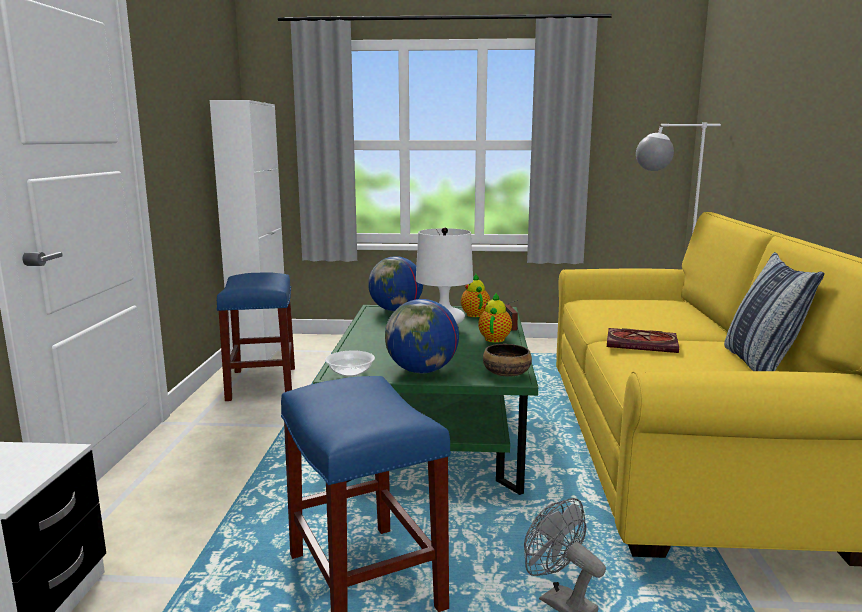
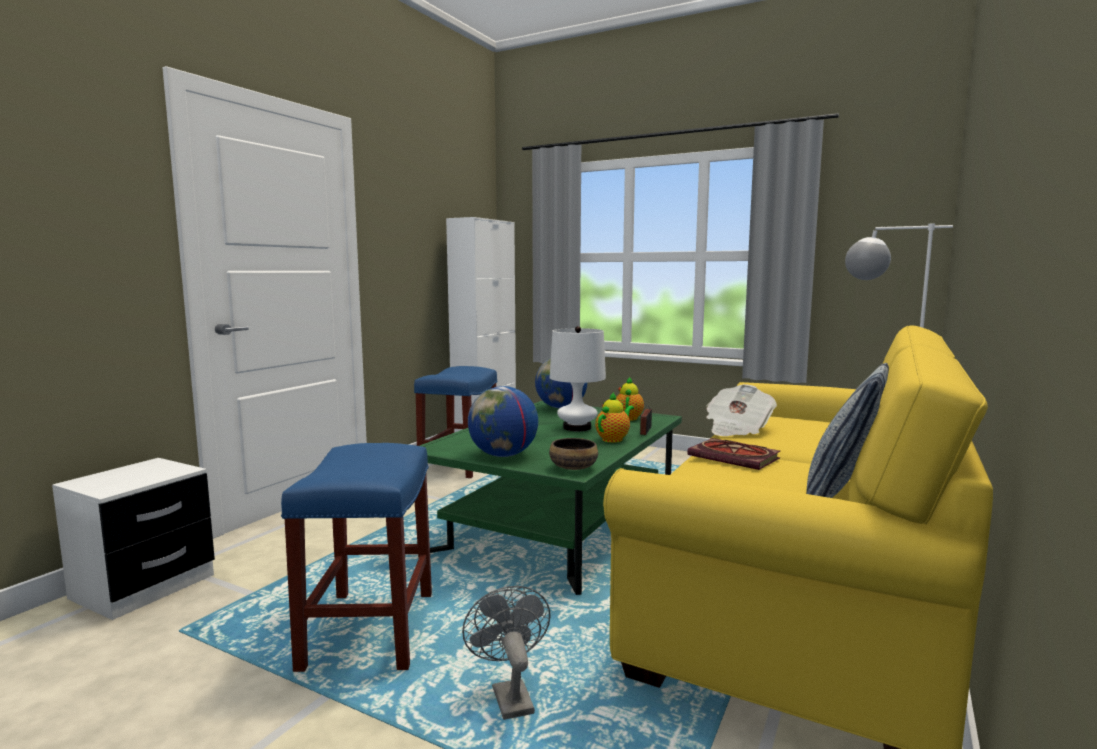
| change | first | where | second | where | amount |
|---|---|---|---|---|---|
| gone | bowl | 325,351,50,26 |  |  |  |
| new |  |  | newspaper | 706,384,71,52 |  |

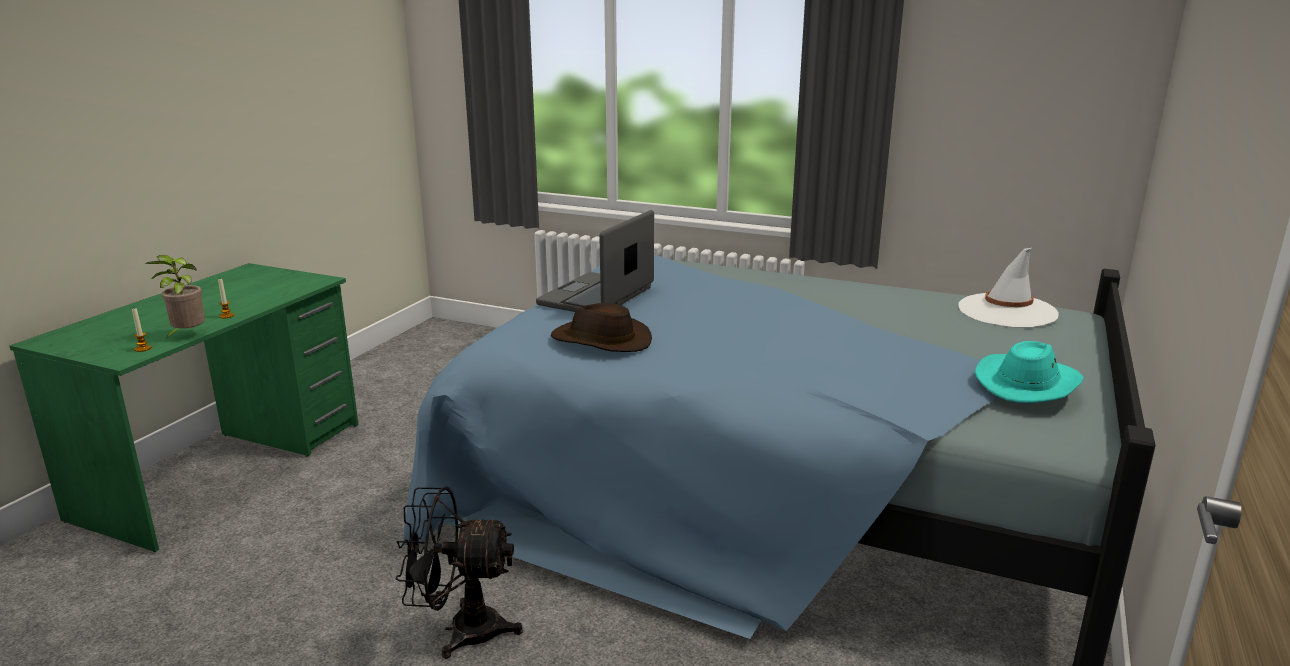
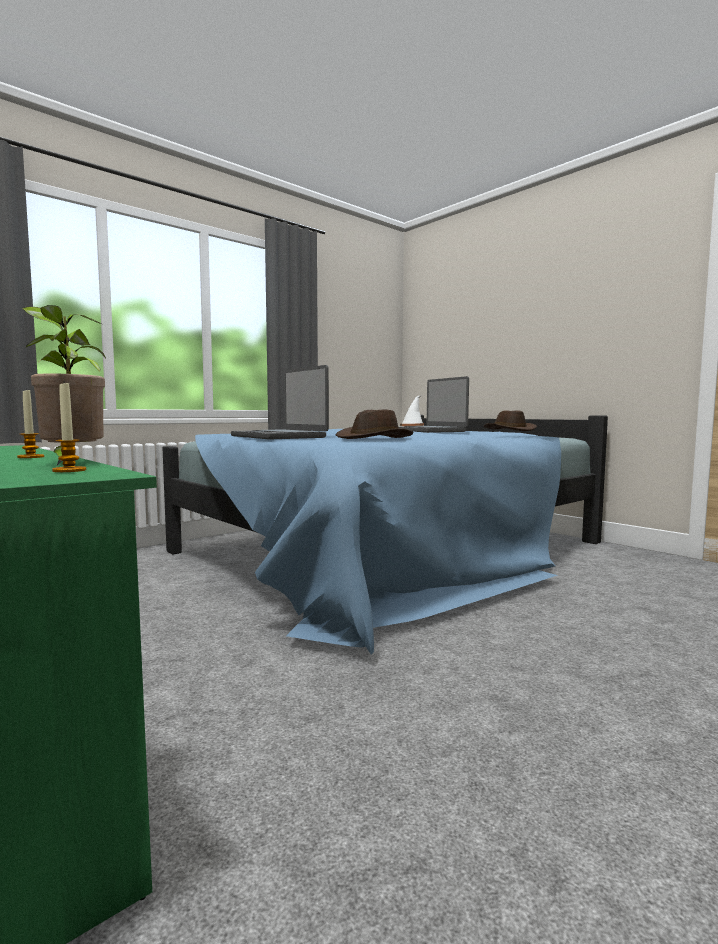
| change | first | where | second | where | amount |
|---|---|---|---|---|---|
| repainted | hat (turquoise) | 975,341,109,62 | hat (brown) | 484,410,53,21 |  |
| gone | fan (black) | 396,486,127,173 |  |  |  |
| new |  |  | laptop | 398,376,71,57 |  |

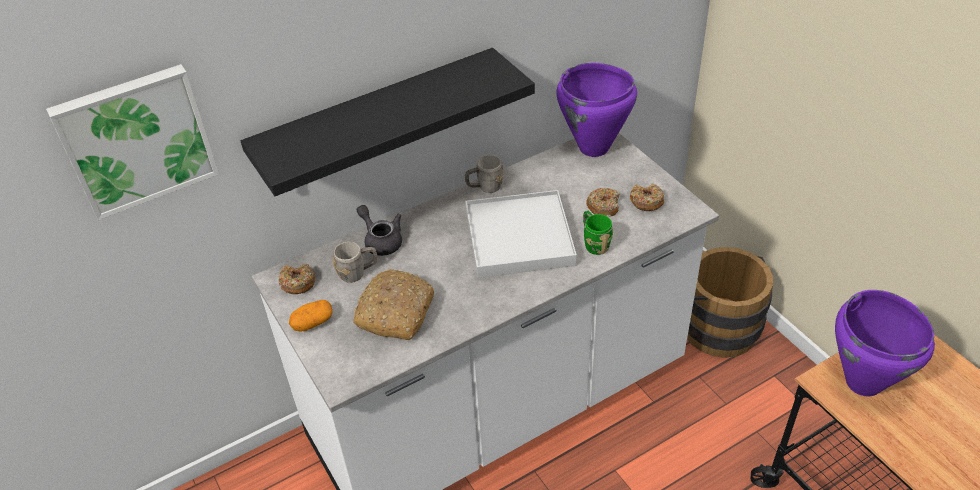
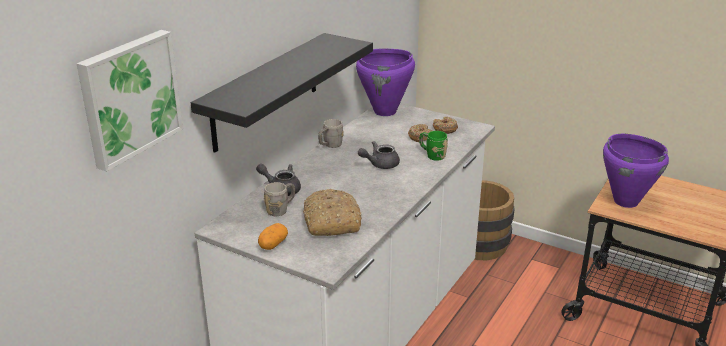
| change | first | where | second | where | amount |
|---|---|---|---|---|---|
| swapped | tray (white) | 465,190,112,88 | teapot (grey) | 358,141,42,28 |  |
| gone | donut | 279,264,36,30 |  |  |  |

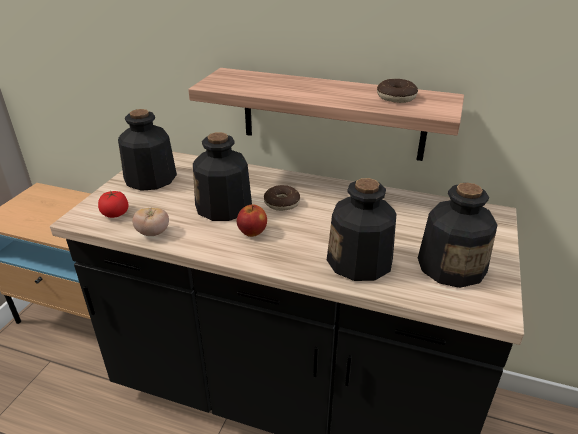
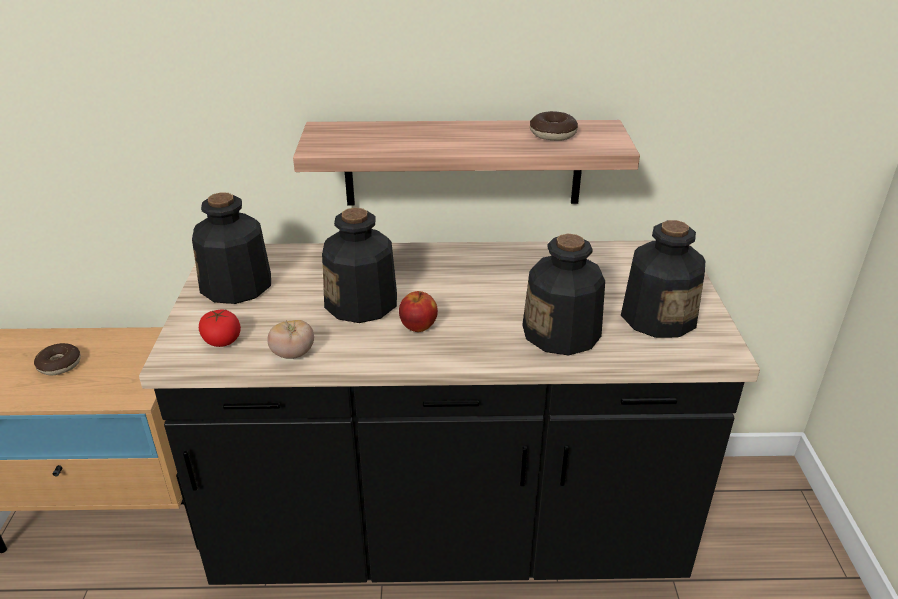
| change | first | where | second | where | amount |
|---|---|---|---|---|---|
| shifted | donut | 264,185,36,26 |  | 34,343,47,33 |  |

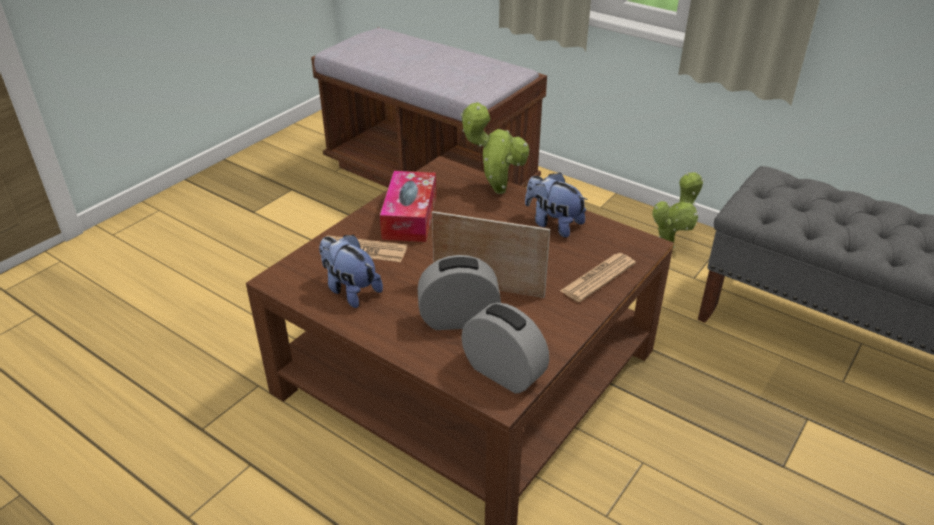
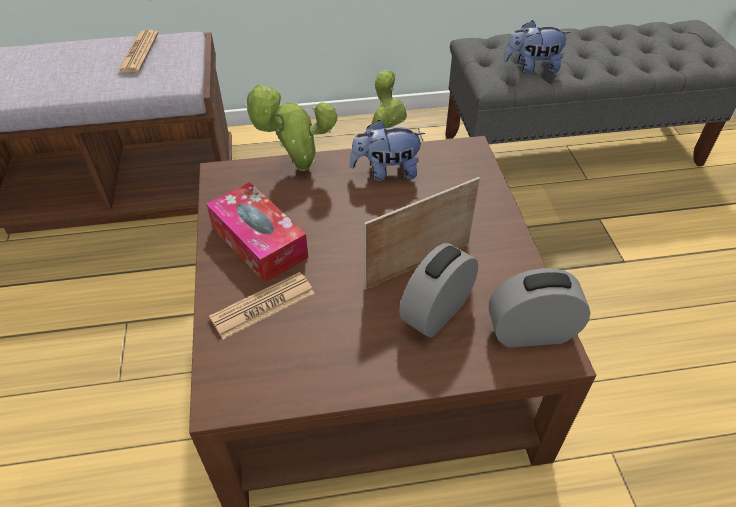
| change | first | where | second | where | amount |
|---|---|---|---|---|---|
| shifted | plush toy | 319,235,64,73 |  | 504,20,67,54 |  |
| shifted | newspaper | 560,253,76,49 |  | 118,30,40,43 |  |

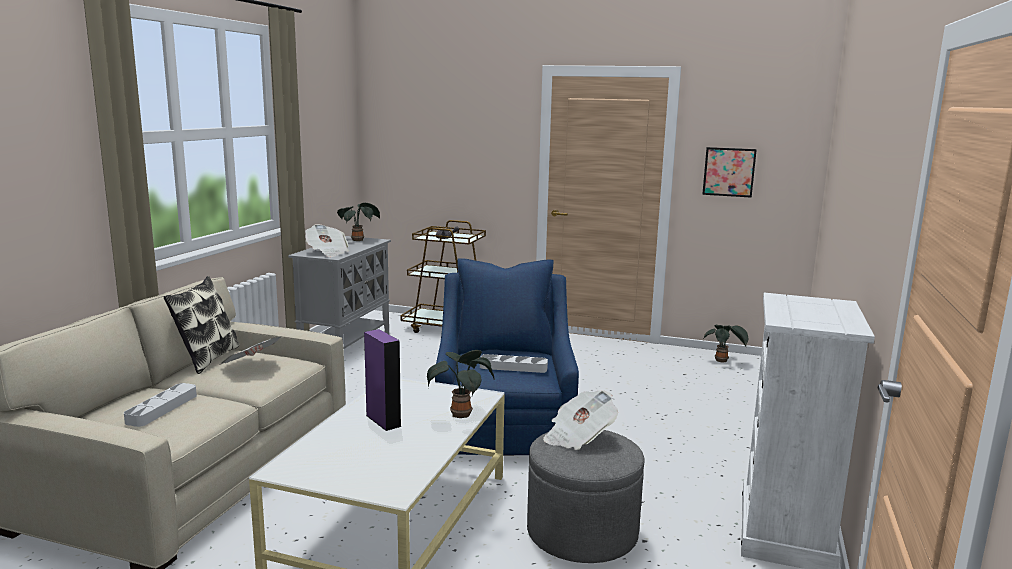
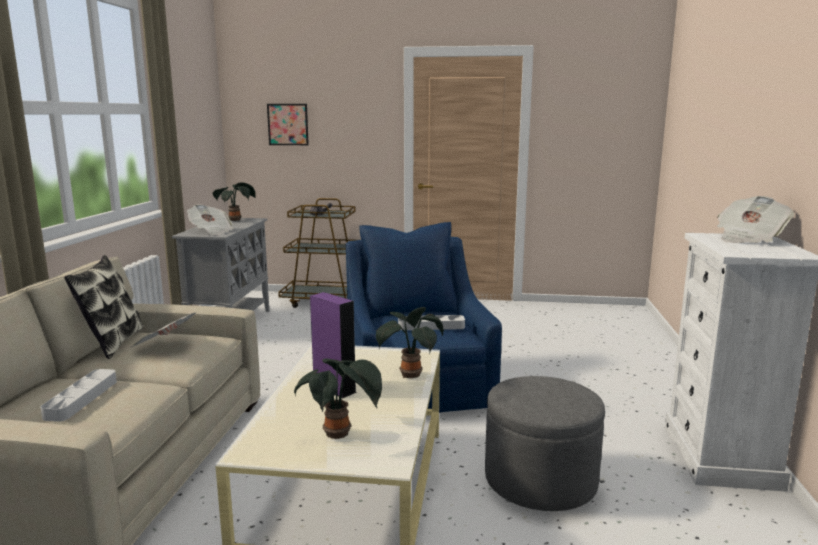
| change | first | where | second | where | amount |
|---|---|---|---|---|---|
| shifted | picture | 702,147,55,51 |  | 267,104,42,41 |  |
| shifted | potted plant | 703,325,45,37 |  | 294,359,88,80 |  |
| shifted | newspaper | 543,390,75,60 |  | 717,196,77,47 |  |

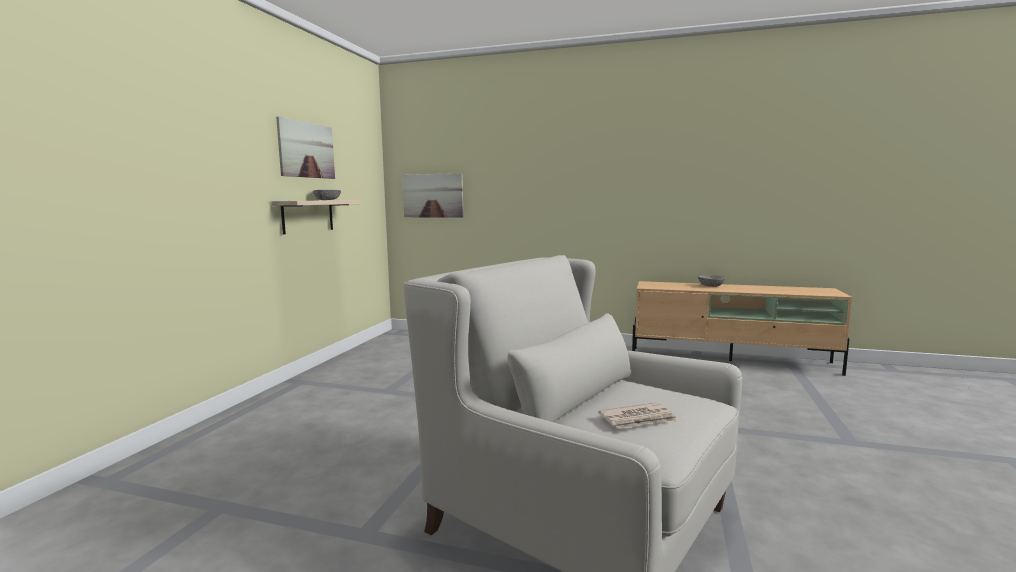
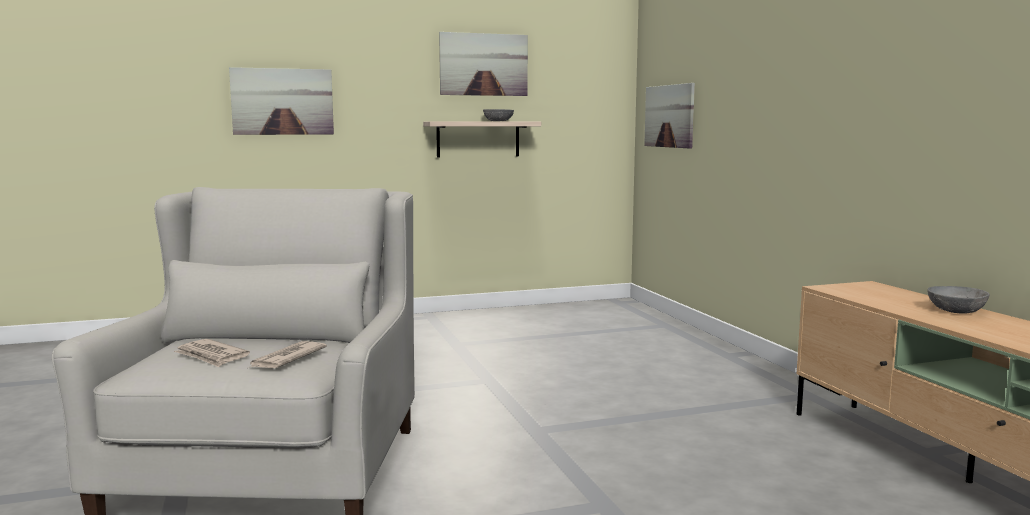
| change | first | where | second | where | amount |
|---|---|---|---|---|---|
| new |  |  | picture | 229,67,105,68 |  |
| new |  |  | newspaper | 250,341,77,27 |  |

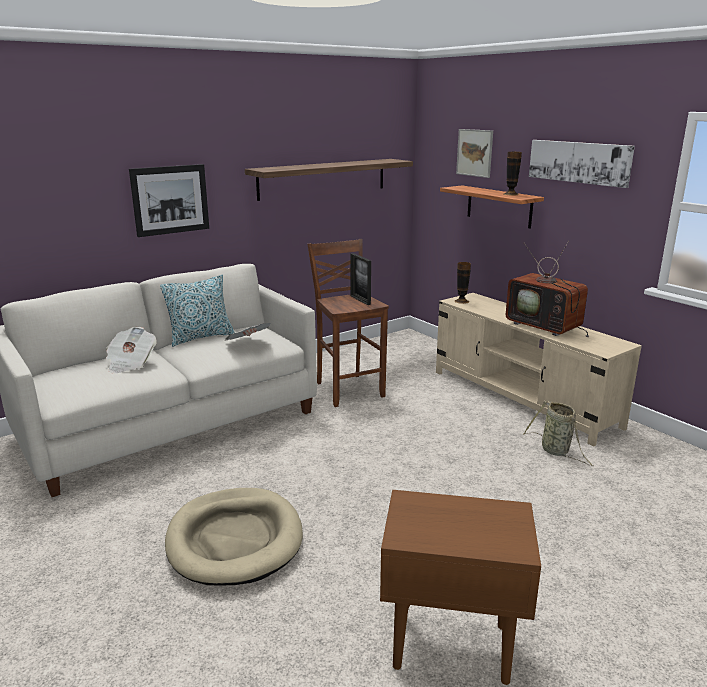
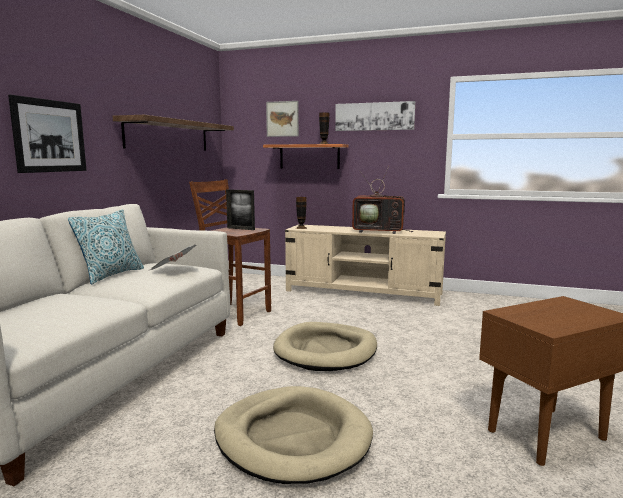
| change | first | where | second | where | amount |
|---|---|---|---|---|---|
| gone | newspaper | 106,327,51,46 |  |  |  |
| gone | basket | 523,401,70,65 |  |  |  |
| new |  |  | dog bed (beige) | 273,322,104,49 |  |

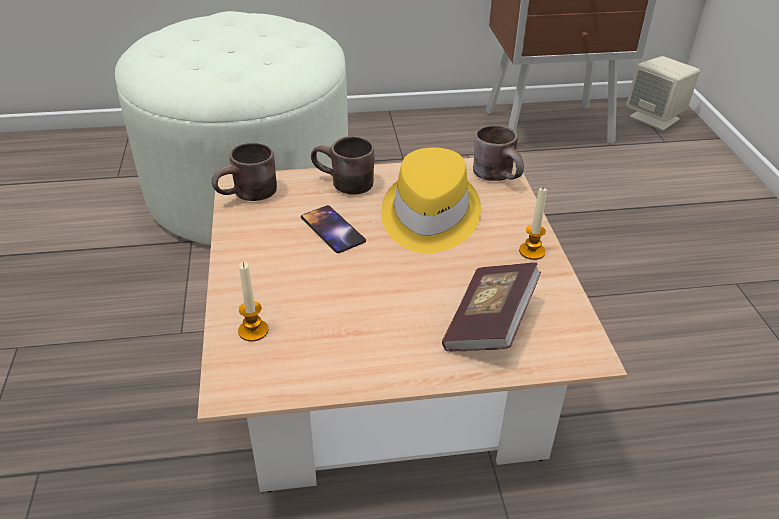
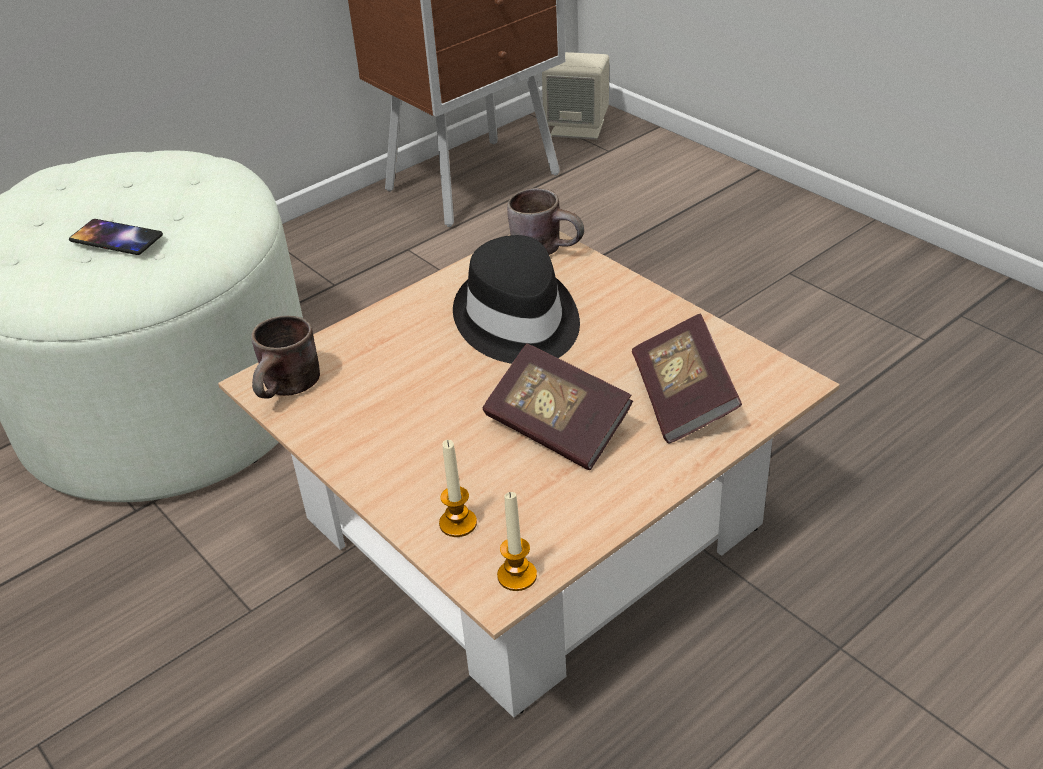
| change | first | where | second | where | amount |
|---|---|---|---|---|---|
| gone | mug (brown) | 311,136,64,59 |  |  |  |
| repainted | hat (yellow) | 381,148,100,105 | hat (black) | 453,235,127,129 |  |
| shifted | candle | 519,188,28,72 |  | 497,492,40,99 |  |
| shifted | phone | 301,205,65,48 |  | 69,219,94,36 |  |
| new |  |  | book | 483,344,150,126 |  |

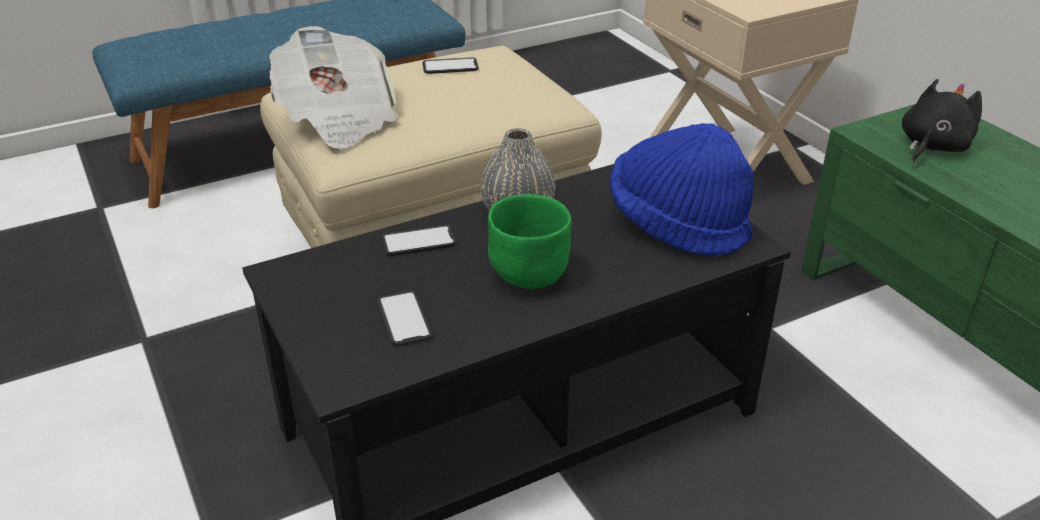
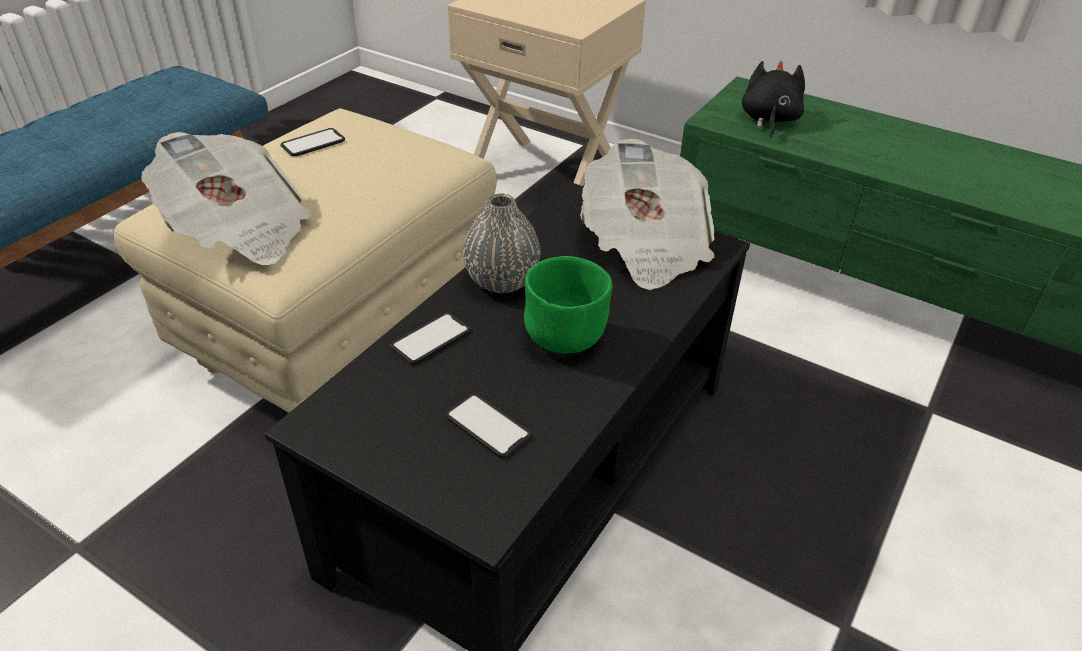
| change | first | where | second | where | amount |
|---|---|---|---|---|---|
| swapped | hat (blue) | 609,123,145,133 | newspaper | 580,139,135,151 |  |

